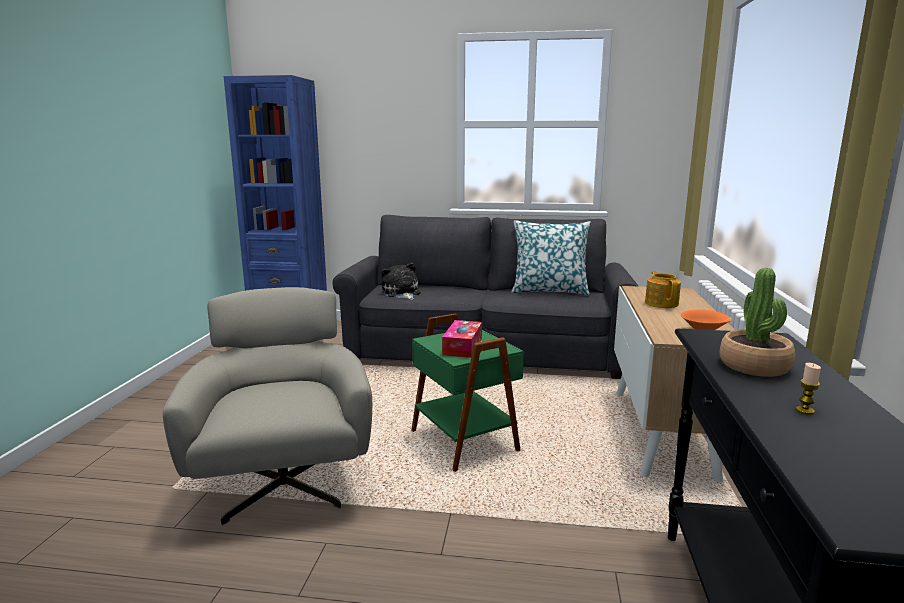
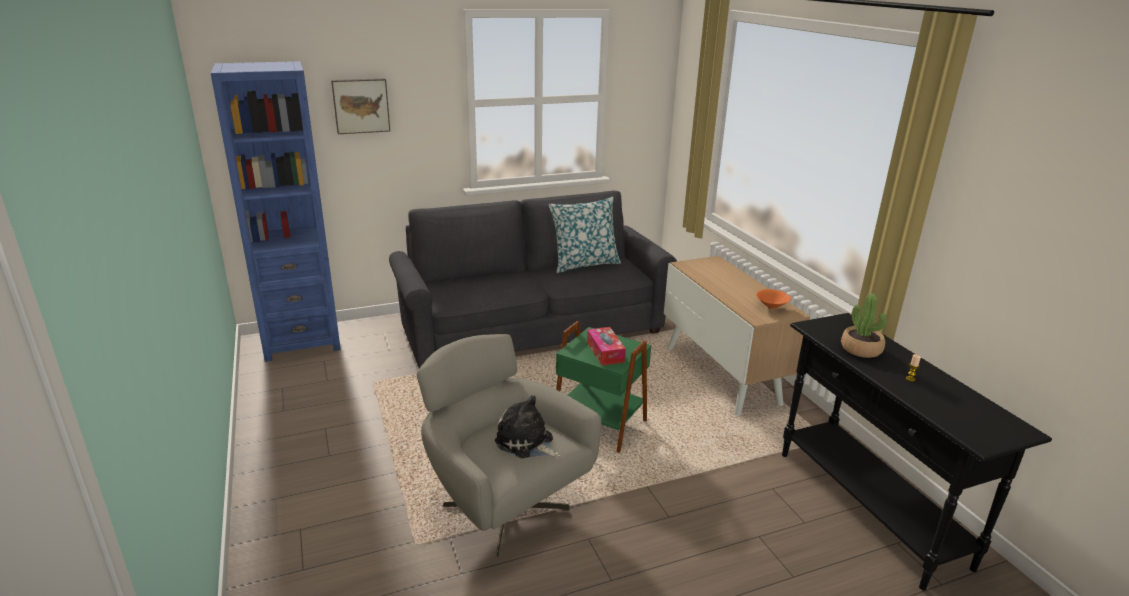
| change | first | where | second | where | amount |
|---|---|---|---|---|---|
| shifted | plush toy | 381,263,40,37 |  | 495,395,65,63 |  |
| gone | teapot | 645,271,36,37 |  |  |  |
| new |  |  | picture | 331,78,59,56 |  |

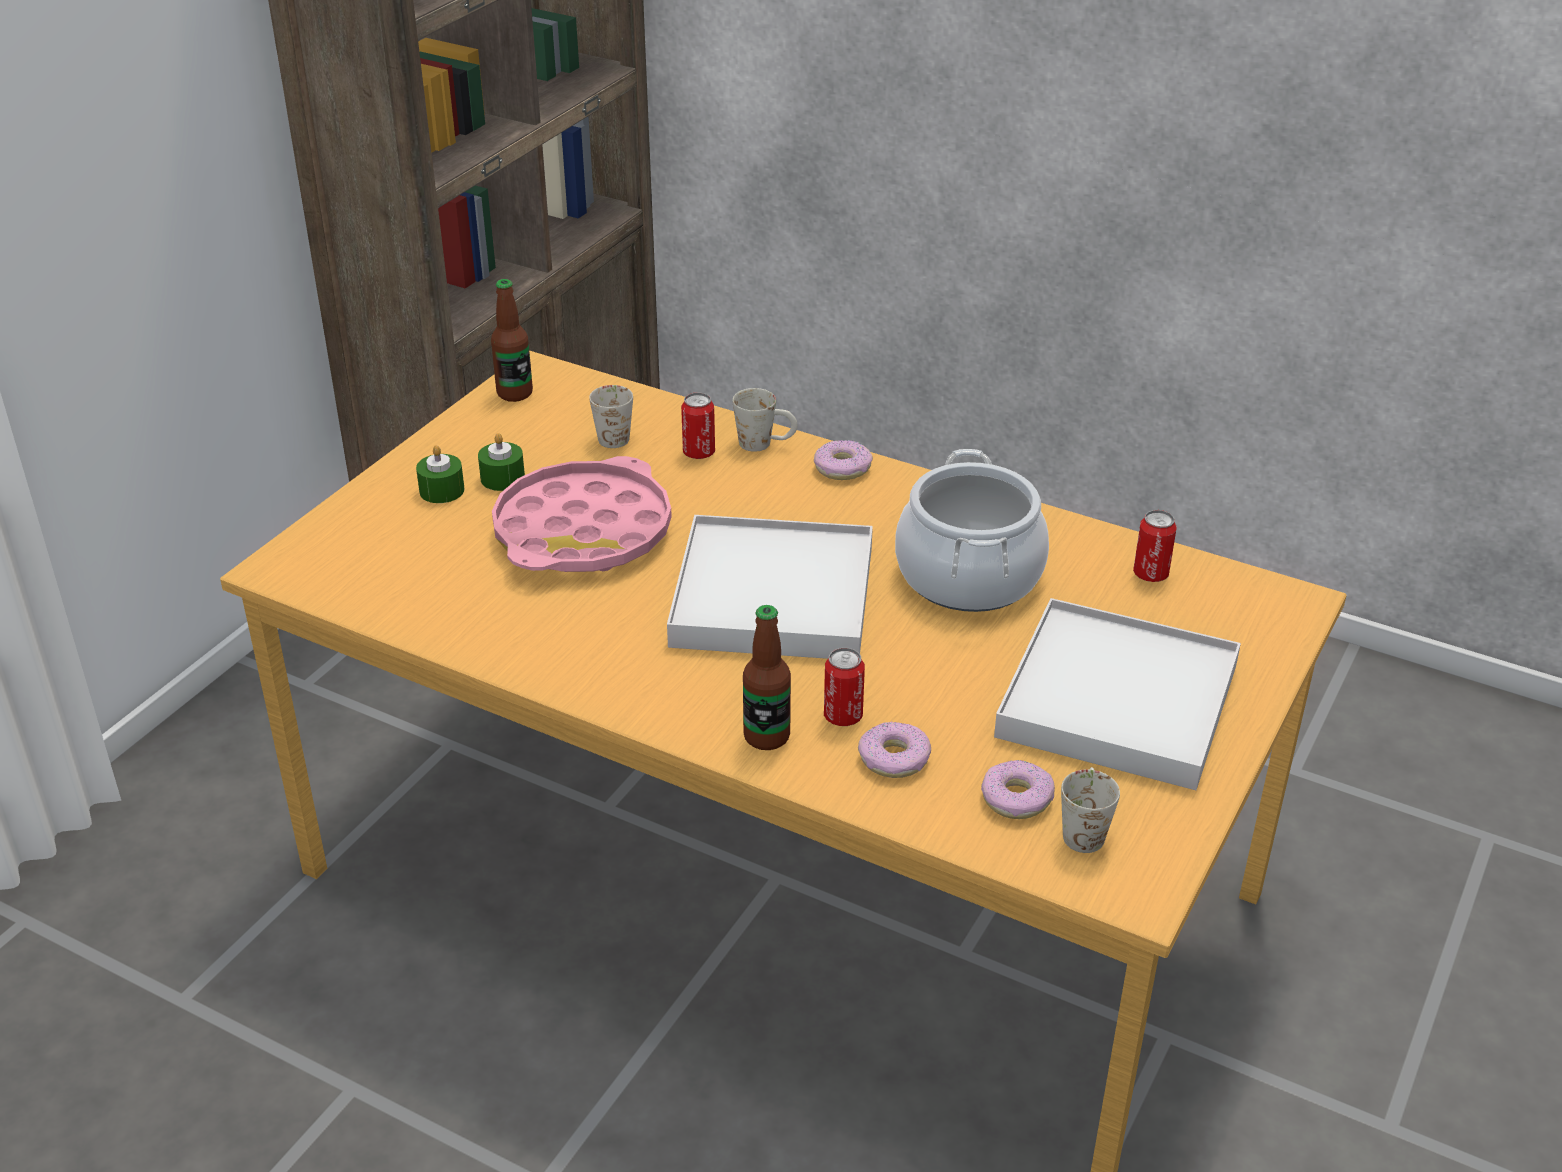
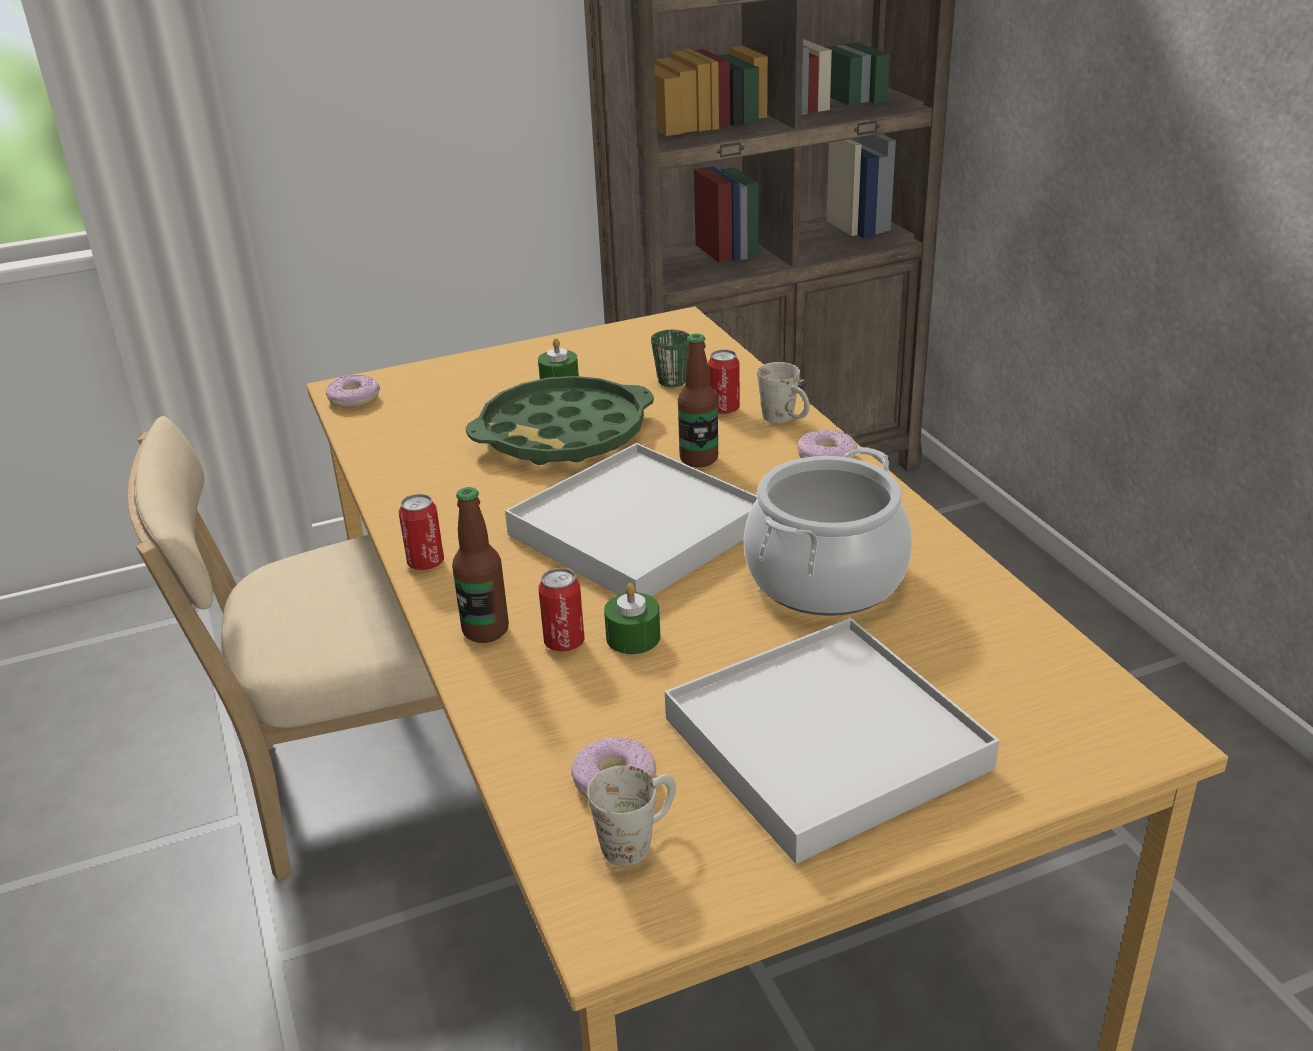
| change | first | where | second | where | amount |
|---|---|---|---|---|---|
| shifted | bottle | 491,279,42,123 |  | 678,333,40,134 |  |
| repainted | mug (white) | 589,385,44,63 | mug (green) | 651,329,39,58 |  |
| shifted | candle (green) | 416,445,49,58 |  | 604,583,56,71 |  |
| repainted | tray (pink) | 492,456,180,116 | tray (green) | 466,376,188,89 |  |
| shifted | can | 1133,510,44,72 |  | 398,494,46,76 |  |
| shifted | donut | 858,722,73,56 |  | 326,375,54,33 |  |
| new |  |  | chair (beige) | 128,416,315,465 |  |

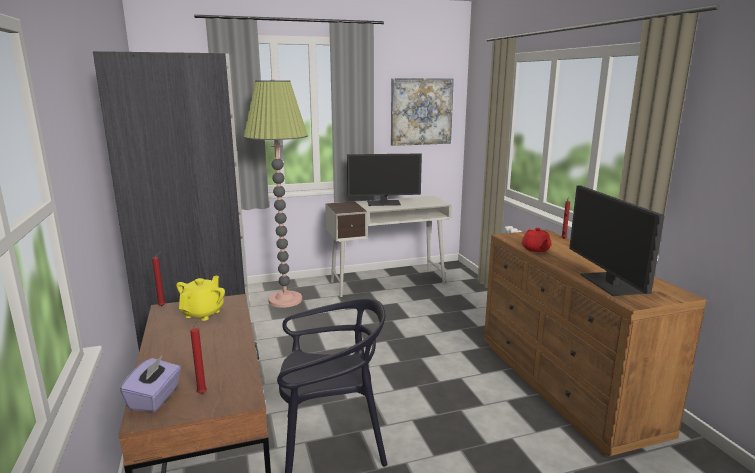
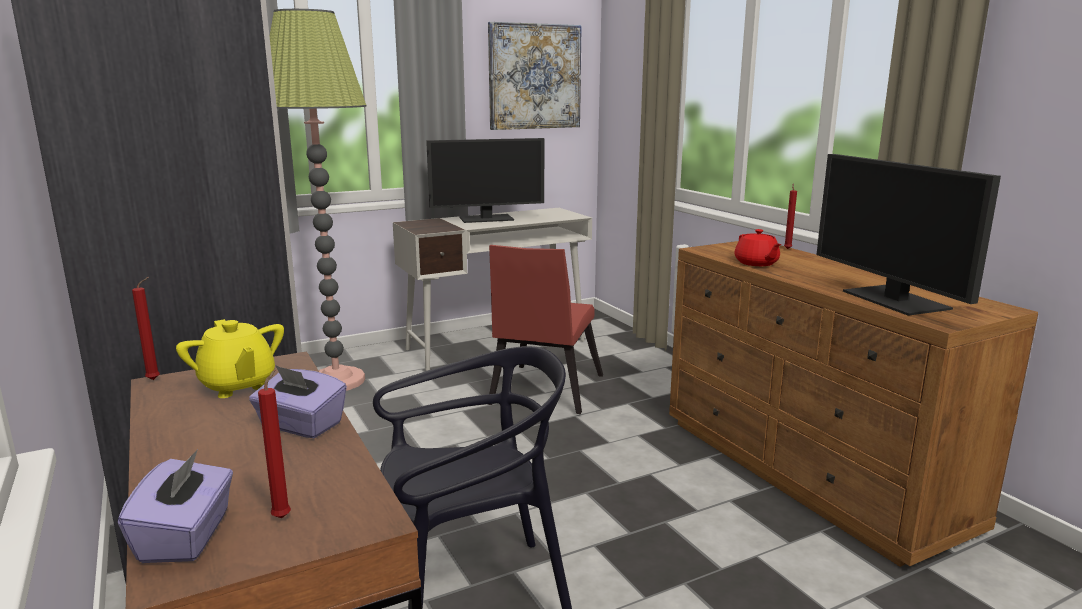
| change | first | where | second | where | amount |
|---|---|---|---|---|---|
| rotated | teapot (yellow) | 176,276,49,45 |  | 176,319,108,79 | 135 degrees clockwise |
| new |  |  | chair (red) | 488,245,115,169 |  |
| new |  |  | tissue box (purple) | 249,365,98,73 |  |

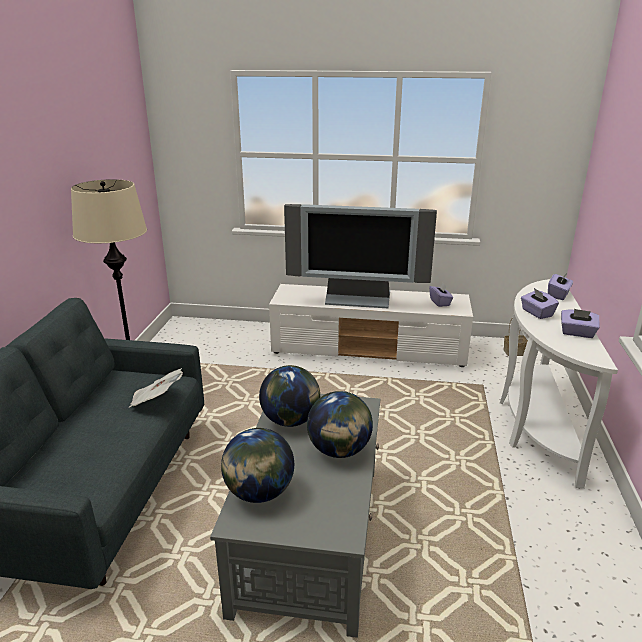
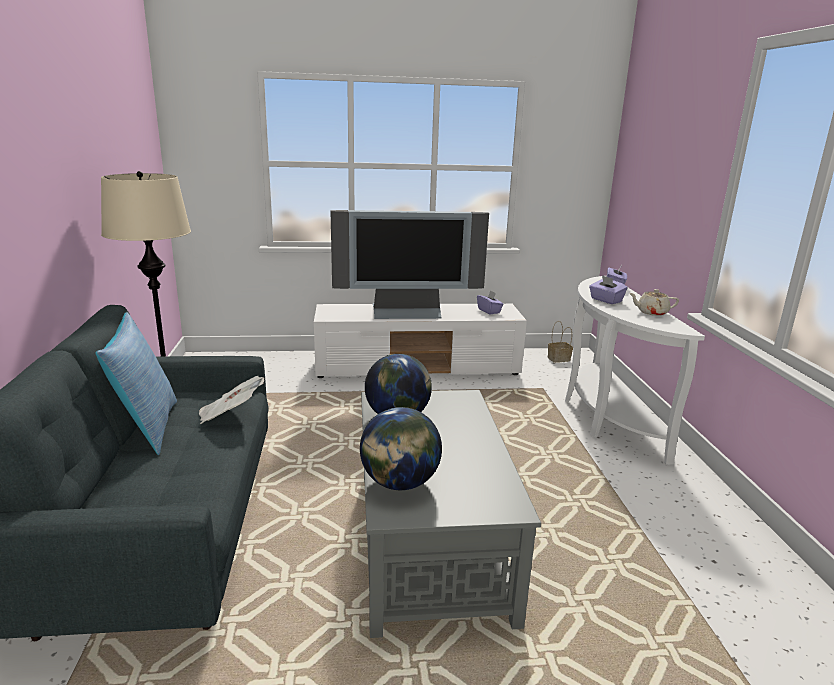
| change | first | where | second | where | amount |
|---|---|---|---|---|---|
| swapped | tissue box (purple) | 561,309,38,29 | teapot (beige) | 629,289,50,27 |  |
| gone | globe | 307,391,66,67 |  |  |  |
| new |  |  | pillow | 96,312,81,143 |  |

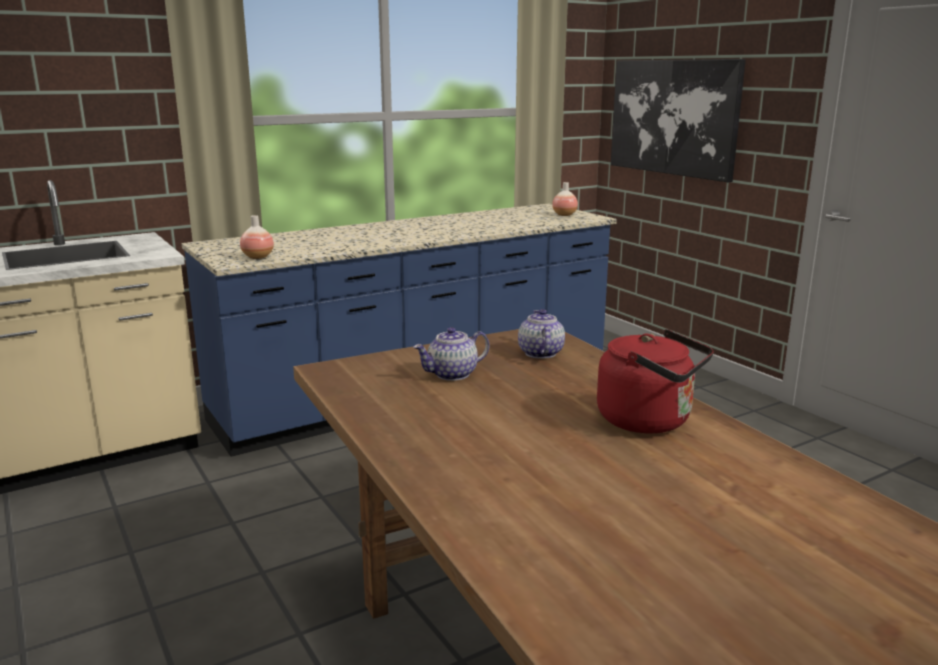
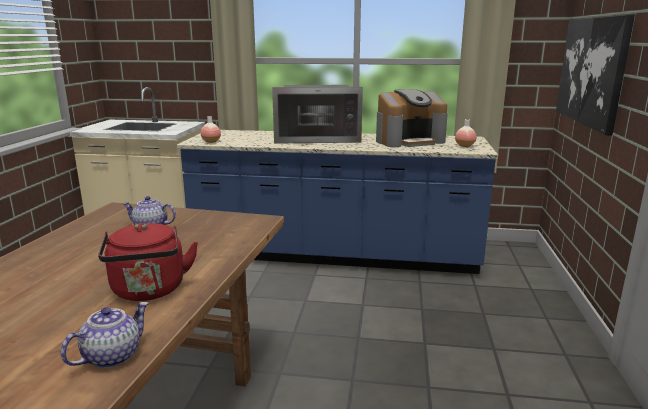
| change | first | where | second | where | amount |
|---|---|---|---|---|---|
| shifted | teapot | 518,309,47,50 |  | 61,302,88,66 |  |
| new |  |  | microwave | 272,85,91,59 |  |
| new |  |  | coffee machine | 376,89,72,58 |  |

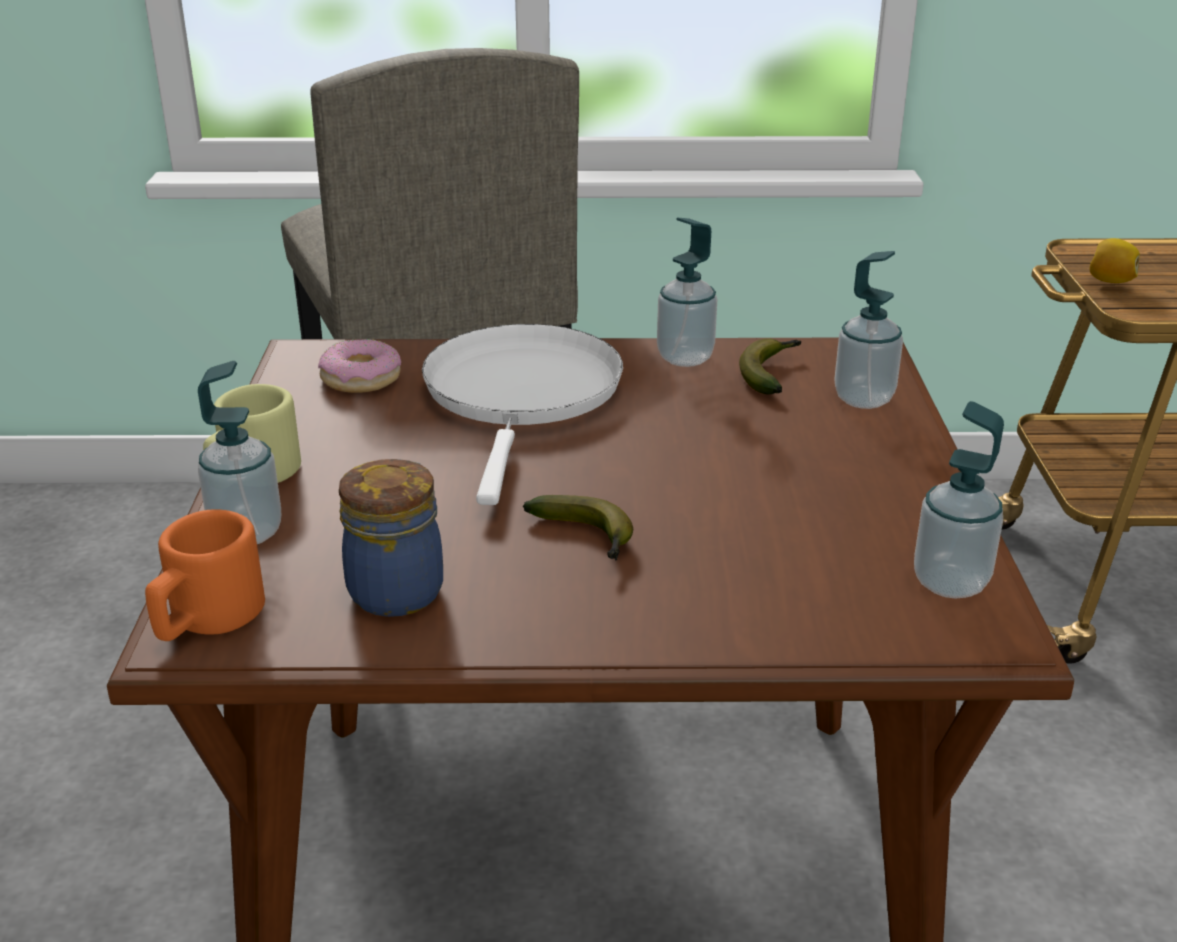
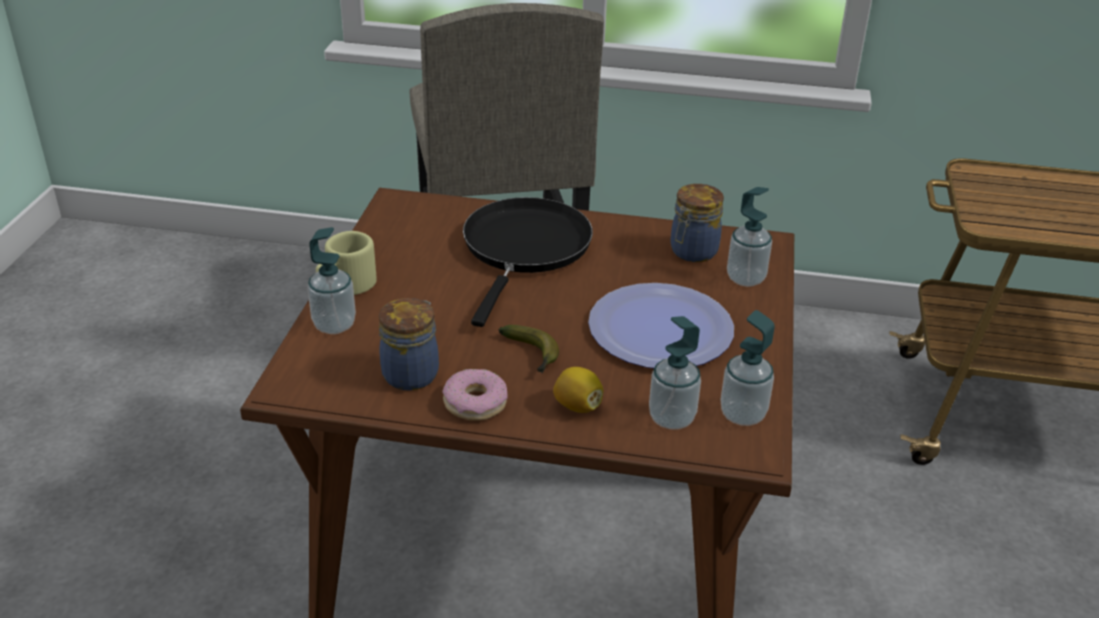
| change | first | where | second | where | amount |
|---|---|---|---|---|---|
| shifted | soap dispenser | 657,217,60,150 |  | 649,316,52,113 |  |
| shifted | lemon | 1089,238,51,45 |  | 553,367,50,46 |  |
| repainted | frying pan (white) | 422,324,201,181 | frying pan (black) | 463,197,130,130 |  |
| swapped | banana | 739,338,62,56 | jar | 670,184,54,78 |  |
| shifted | donut | 318,339,83,54 |  | 442,369,66,52 |  |
| gone | mug (orange) | 145,509,120,132 |  |  |  |
| new |  |  | plate | 588,283,146,85 |  |

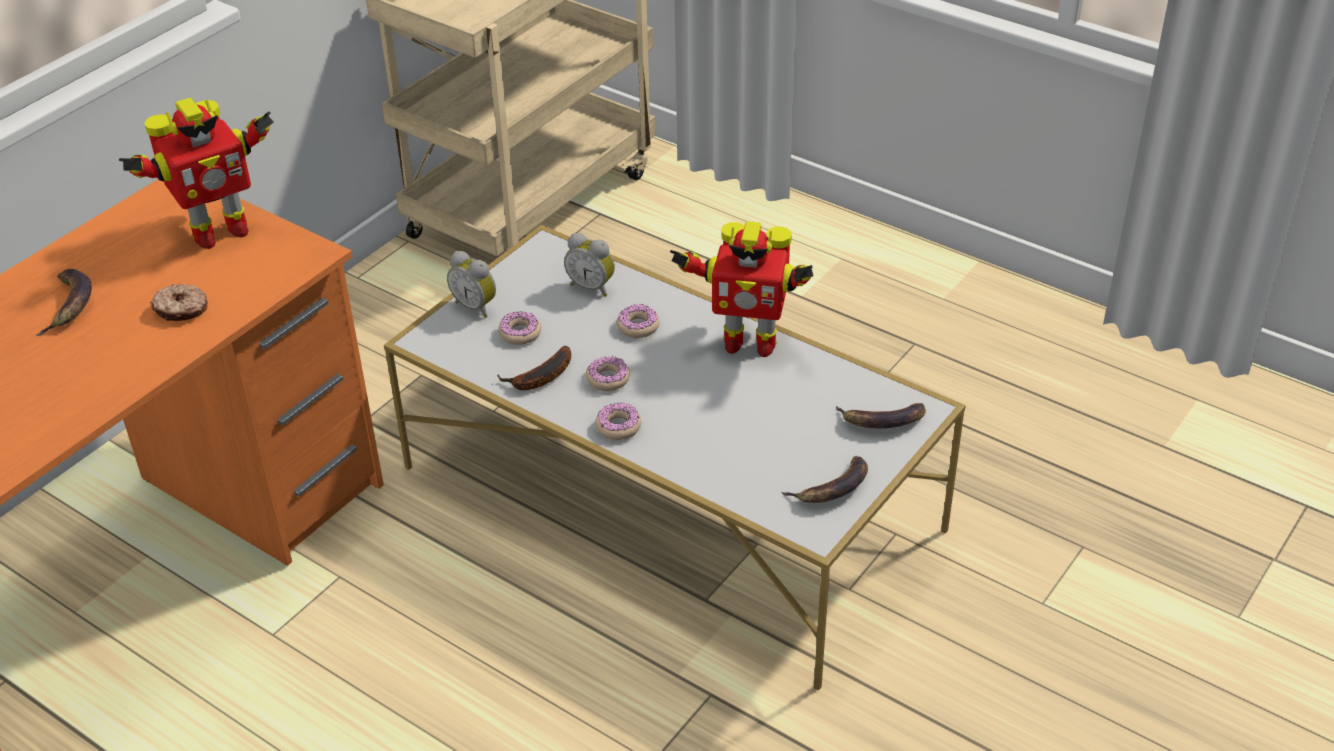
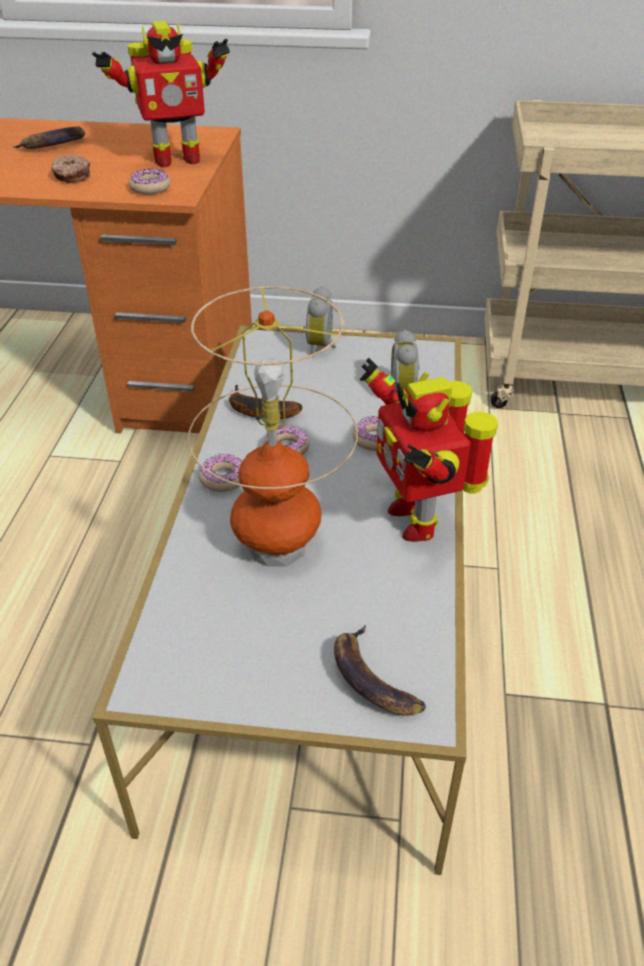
| change | first | where | second | where | amount |
|---|---|---|---|---|---|
| rotated | toy robot | 119,98,155,151 |  | 92,21,138,146 | 45 degrees counterclockwise |
| shifted | donut | 498,311,43,34 |  | 129,168,42,27 |  |
| gone | banana | 781,456,87,47 |  |  |  |
| new |  |  | table lamp | 188,287,170,280 |  |

